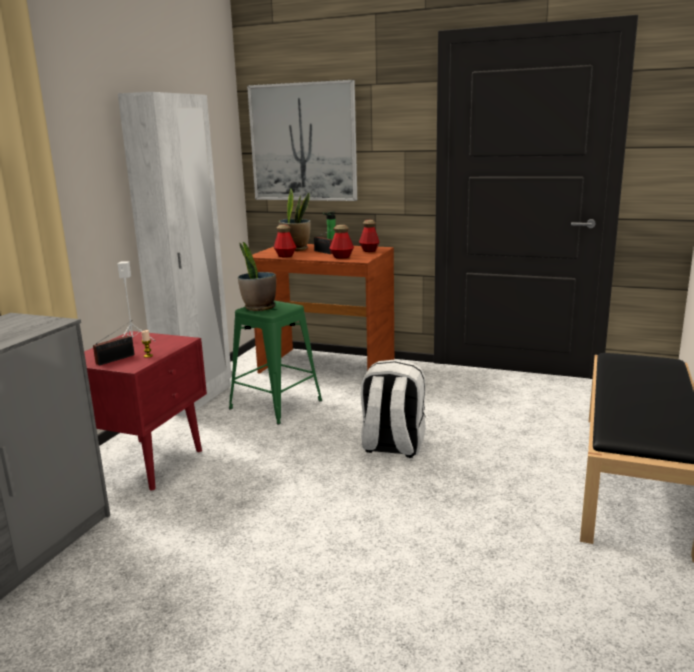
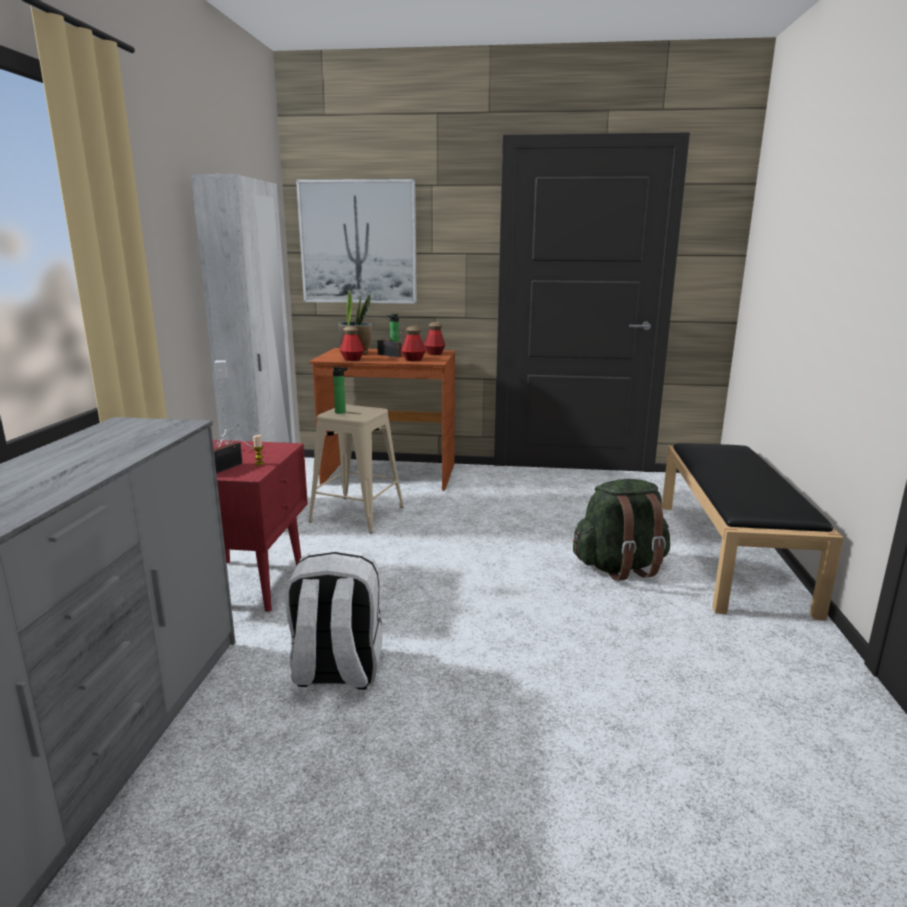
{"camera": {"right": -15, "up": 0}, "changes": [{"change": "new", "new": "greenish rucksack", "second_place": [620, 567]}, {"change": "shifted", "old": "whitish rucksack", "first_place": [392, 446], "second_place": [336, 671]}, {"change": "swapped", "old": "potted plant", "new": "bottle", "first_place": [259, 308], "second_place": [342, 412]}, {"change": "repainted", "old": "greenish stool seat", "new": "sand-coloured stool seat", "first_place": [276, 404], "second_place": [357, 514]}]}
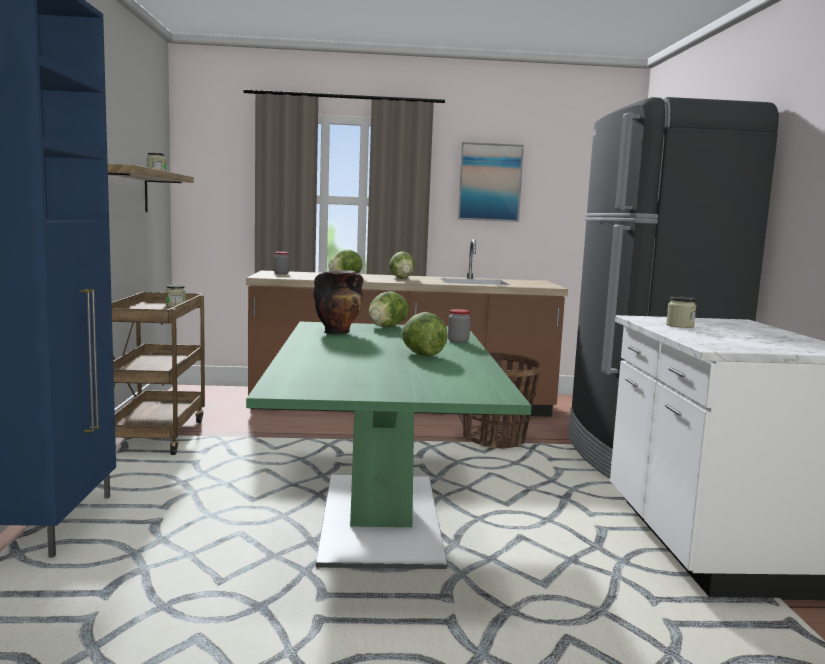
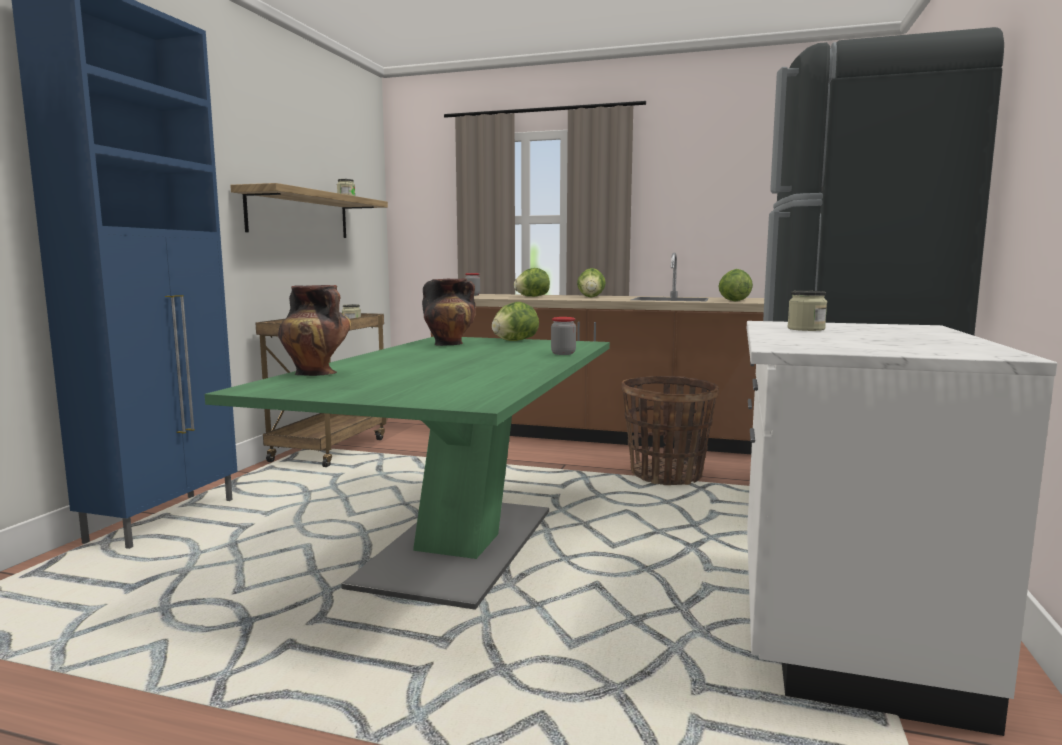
{"camera": {"right": 20, "up": 0}, "changes": [{"change": "gone", "old": "wall art", "first_place": [489, 182]}, {"change": "new", "new": "flower vase", "second_place": [318, 373]}, {"change": "shifted", "old": "lettuce head", "first_place": [422, 355], "second_place": [733, 301]}]}
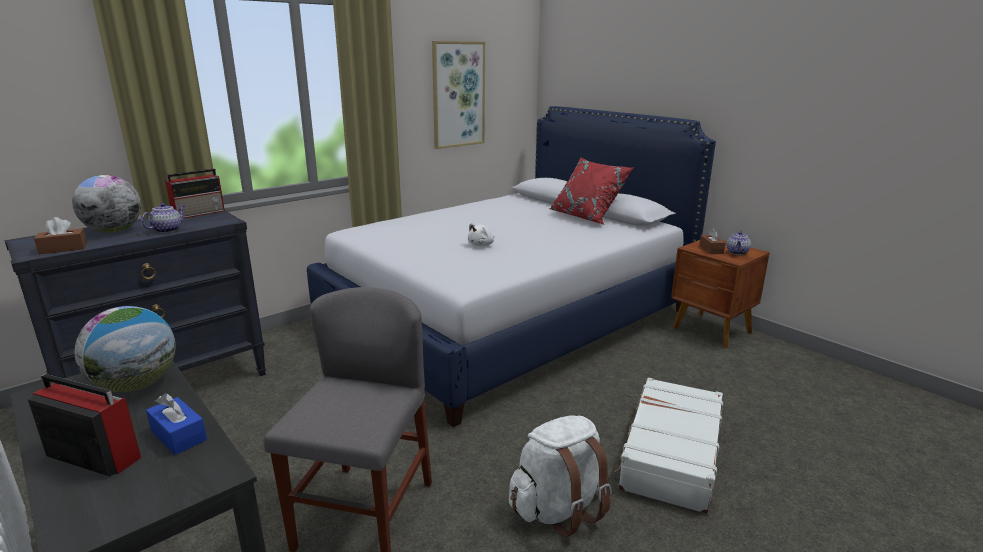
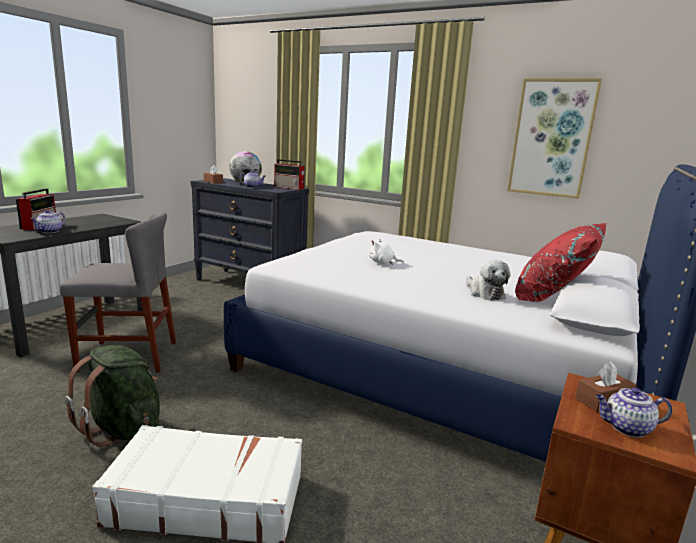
{"camera": {"right": 70, "up": -5}, "changes": [{"change": "gone", "old": "globe", "first_place": [136, 385]}, {"change": "new", "new": "cuddly toy", "second_place": [484, 293]}, {"change": "swapped", "old": "blue box of tissues", "new": "pot for tea", "first_place": [178, 435], "second_place": [49, 231]}, {"change": "repainted", "old": "whitish rucksack", "new": "greenish rucksack", "first_place": [559, 508], "second_place": [123, 429]}]}
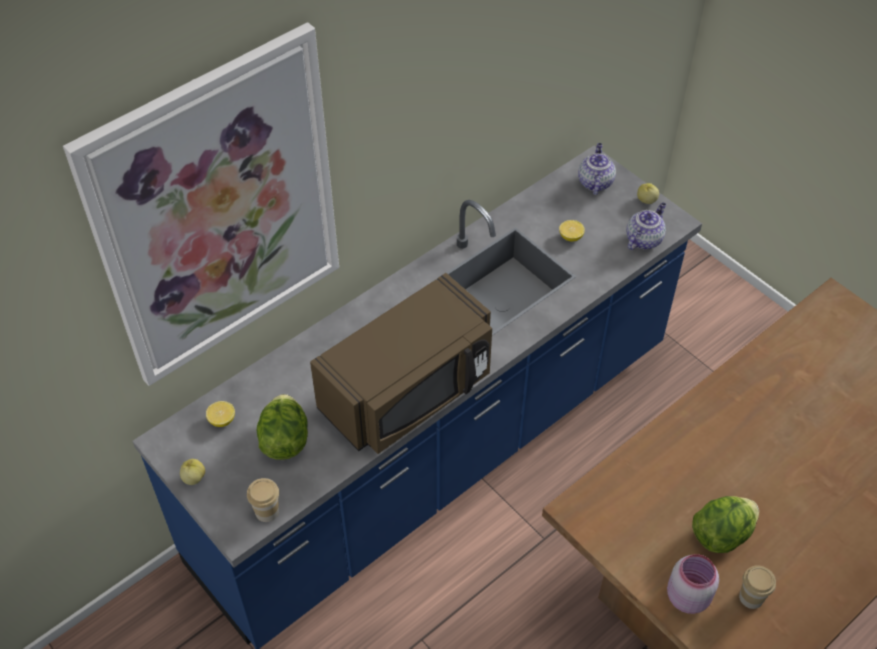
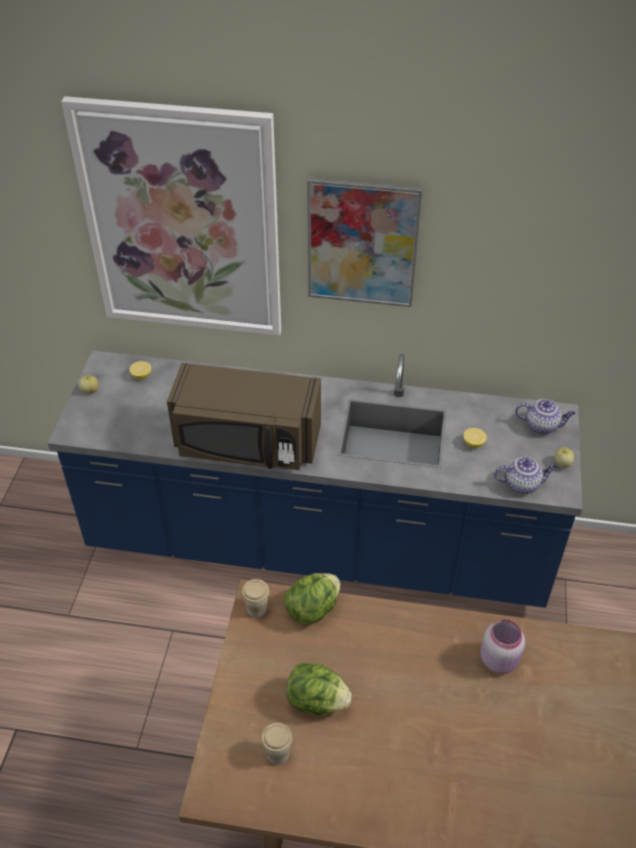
{"camera": {"right": 50, "up": -5}, "changes": [{"change": "new", "new": "wall art", "second_place": [362, 243]}, {"change": "shifted", "old": "small cup", "first_place": [267, 511], "second_place": [257, 608]}, {"change": "shifted", "old": "lettuce head", "first_place": [284, 440], "second_place": [312, 609]}, {"change": "shifted", "old": "pink jar", "first_place": [687, 595], "second_place": [499, 659]}, {"change": "rotated", "old": "pot for tea", "first_place": [594, 182], "second_place": [542, 425], "degrees": 45}]}
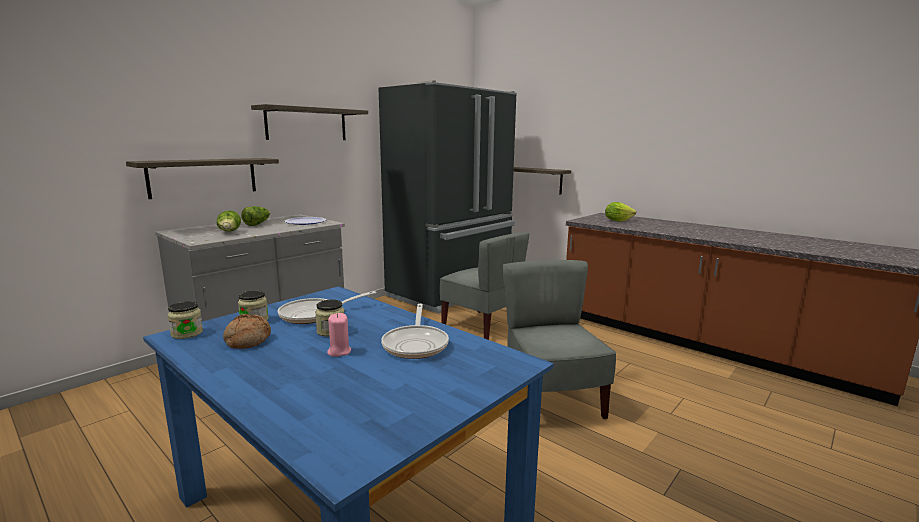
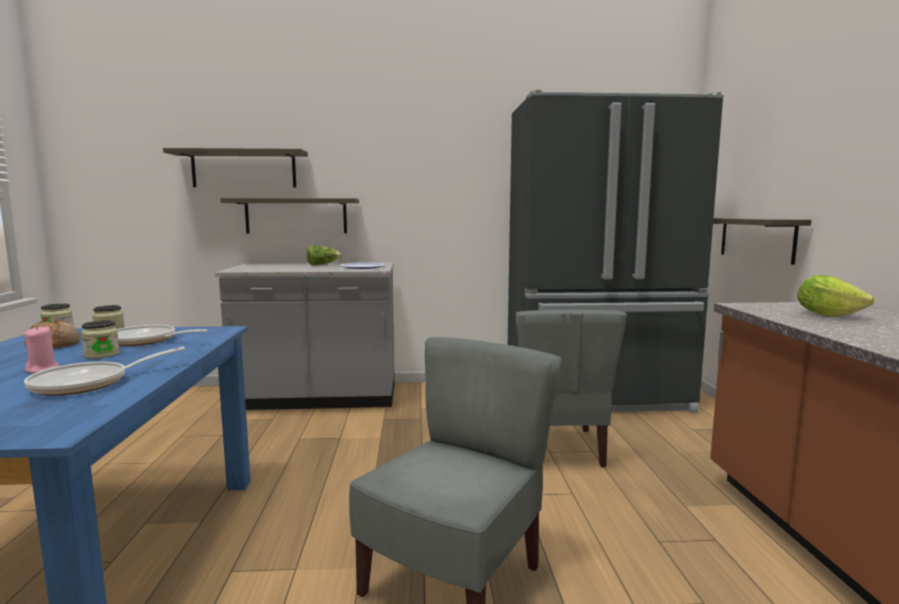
{"camera": {"right": 45, "up": -5}, "changes": [{"change": "gone", "old": "lettuce head", "first_place": [230, 232]}, {"change": "shifted", "old": "wall shelf", "first_place": [307, 124], "second_place": [244, 169]}]}
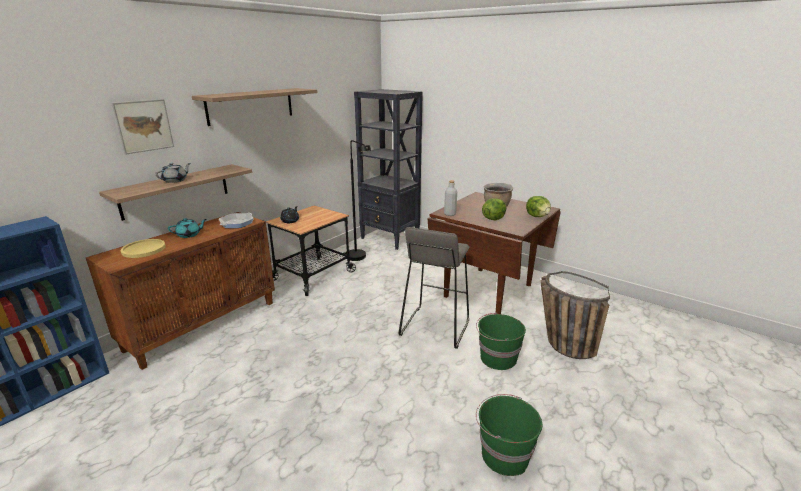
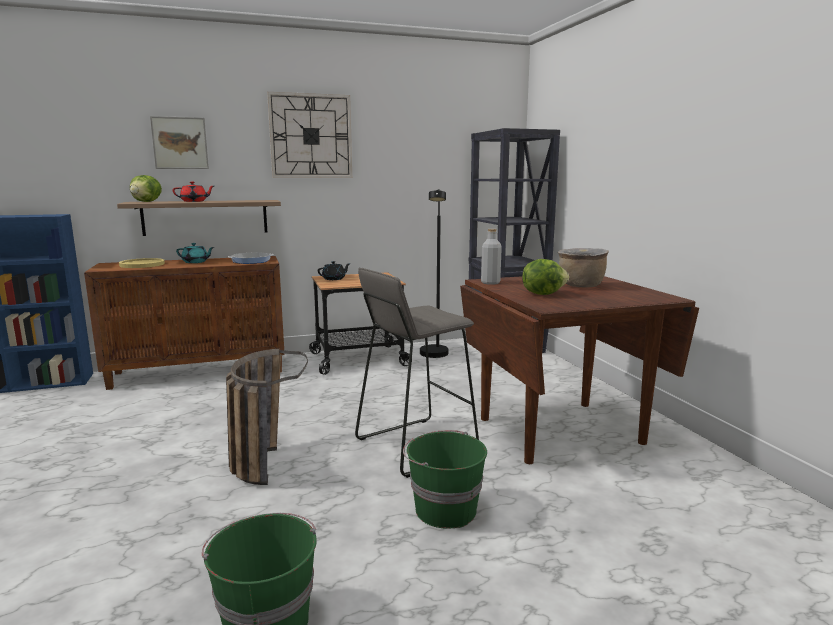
{"camera": {"right": 35, "up": -10}, "changes": [{"change": "shifted", "old": "lettuce head", "first_place": [537, 216], "second_place": [147, 202]}, {"change": "shifted", "old": "basket", "first_place": [560, 343], "second_place": [262, 459]}, {"change": "swapped", "old": "wall shelf", "new": "hanging clock", "first_place": [251, 106], "second_place": [311, 136]}, {"change": "repainted", "old": "grey pot for tea", "new": "red pot for tea", "first_place": [175, 180], "second_place": [194, 201]}]}
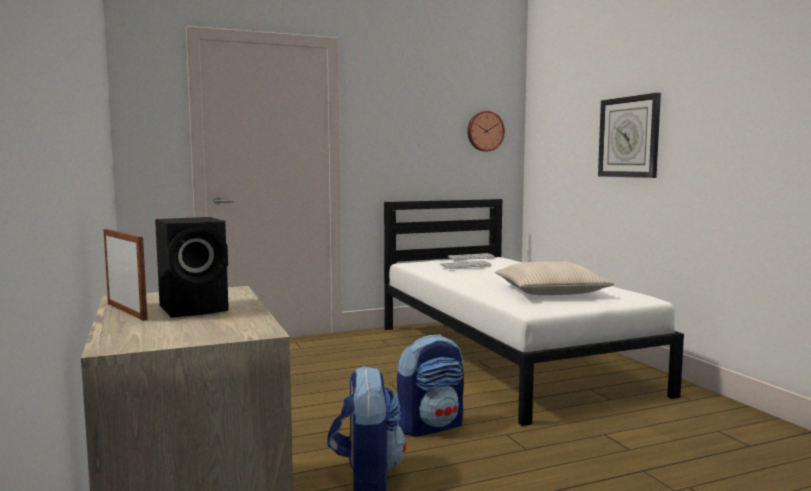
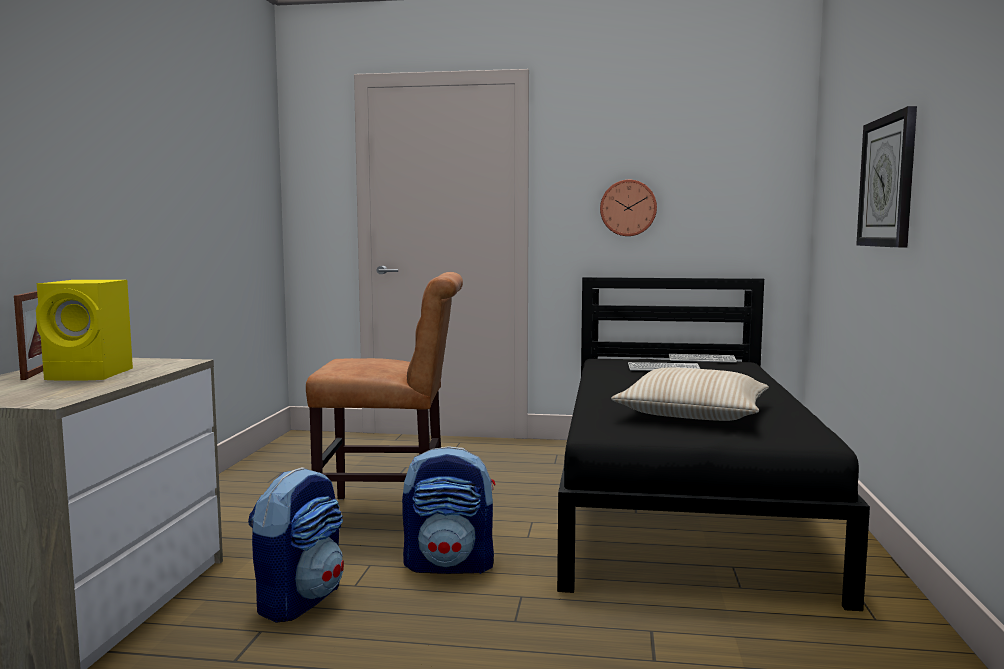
{"camera": {"right": 30, "up": 0}, "changes": [{"change": "new", "new": "brown-coloured plain chair", "second_place": [392, 516]}, {"change": "shifted", "old": "hanging clock", "first_place": [485, 131], "second_place": [628, 208]}, {"change": "repainted", "old": "black loudspeaker", "new": "yellow-coloured loudspeaker", "first_place": [196, 308], "second_place": [92, 375]}, {"change": "repainted", "old": "whitish sleeping bed", "new": "black sleeping bed", "first_place": [507, 357], "second_place": [682, 502]}]}
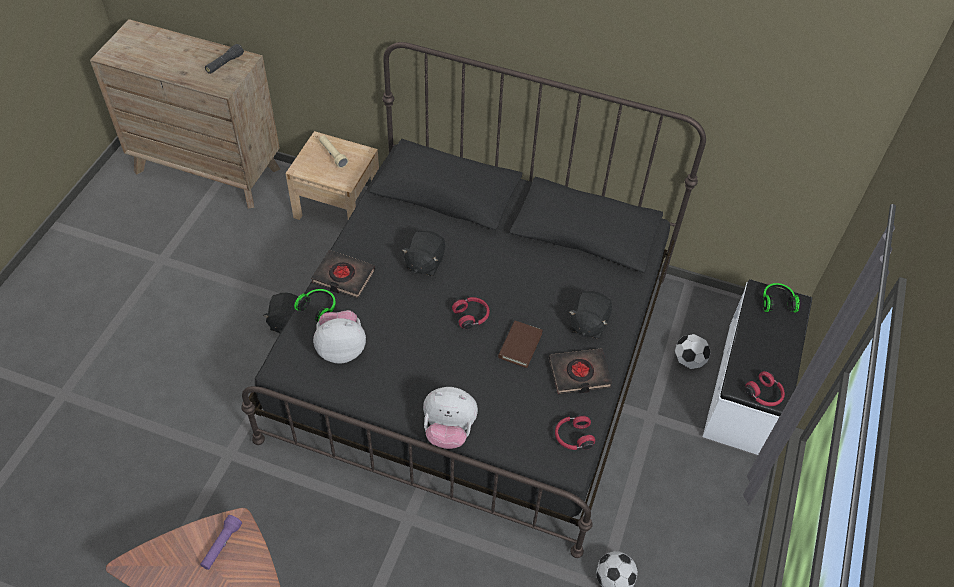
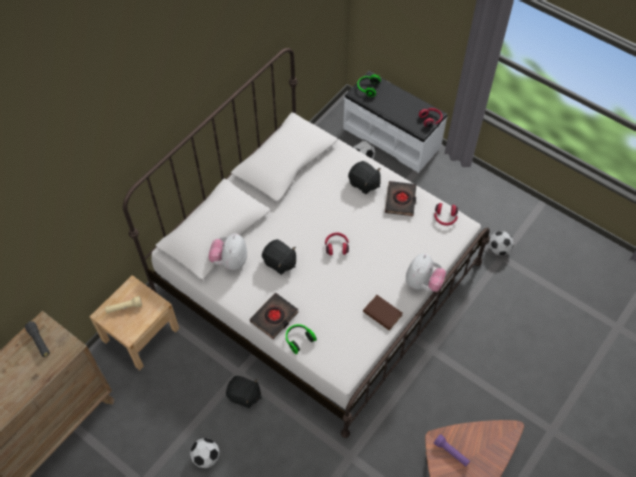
{"camera": {"right": -70, "up": 5}, "changes": [{"change": "new", "new": "ball for football", "second_place": [206, 457]}, {"change": "shifted", "old": "cuddly toy", "first_place": [341, 349], "second_place": [230, 261]}, {"change": "shifted", "old": "brown-coloured bound book", "first_place": [520, 345], "second_place": [382, 313]}, {"change": "repainted", "old": "black sleeping bed", "new": "whitish sleeping bed", "first_place": [473, 354], "second_place": [317, 278]}]}
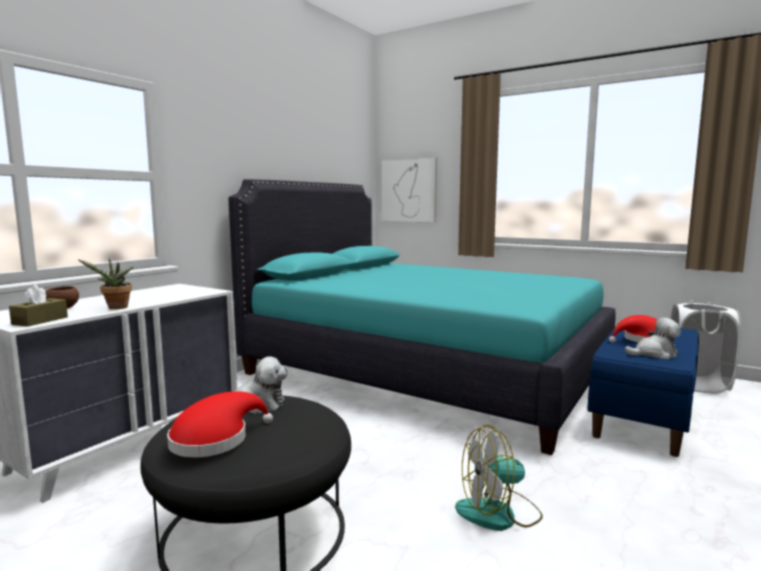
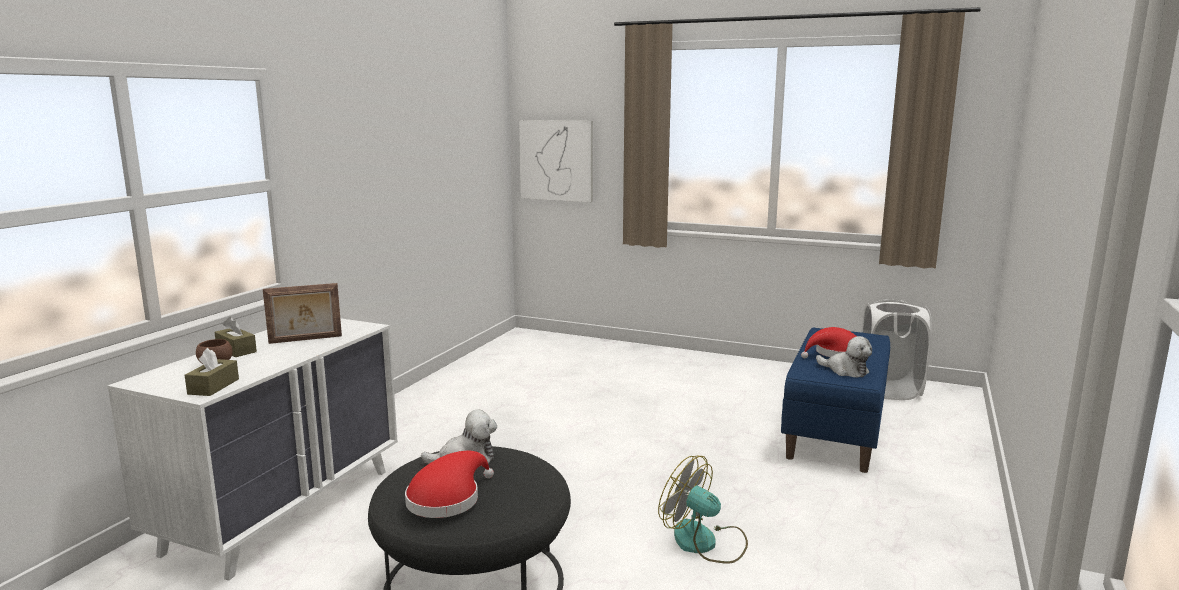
{"camera": {"right": -10, "up": 5}, "changes": [{"change": "gone", "old": "potted plant", "first_place": [116, 308]}, {"change": "gone", "old": "turquoise-coloured sleeping bed", "first_place": [426, 371]}, {"change": "new", "new": "brown-coloured box of tissues", "second_place": [236, 350]}, {"change": "new", "new": "photo frame", "second_place": [305, 340]}, {"change": "rotated", "old": "cooling fan", "first_place": [499, 513], "second_place": [704, 543], "degrees": 60}, {"change": "rotated", "old": "cuddly toy", "first_place": [654, 354], "second_place": [845, 370], "degrees": 60}]}
